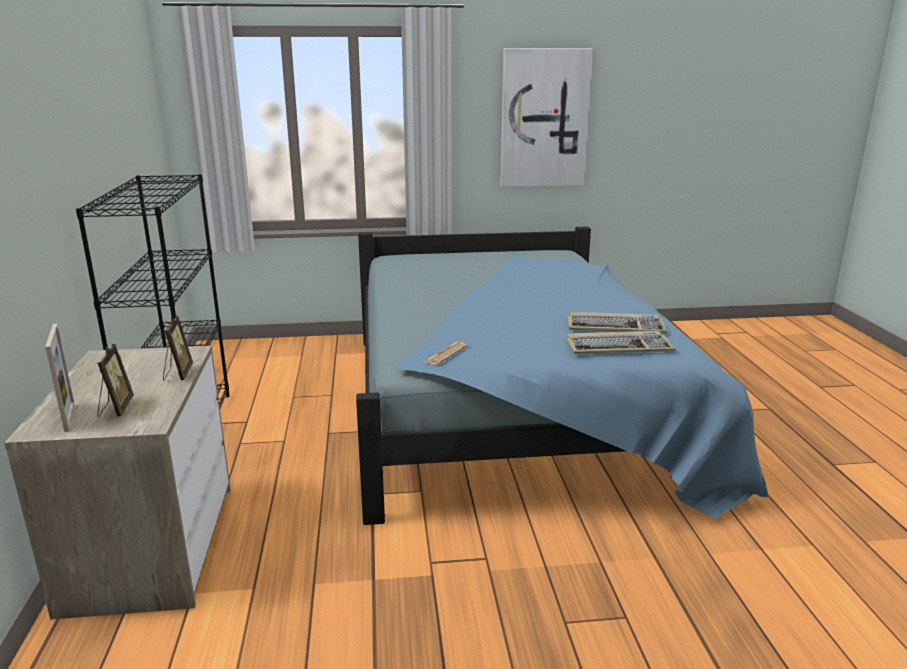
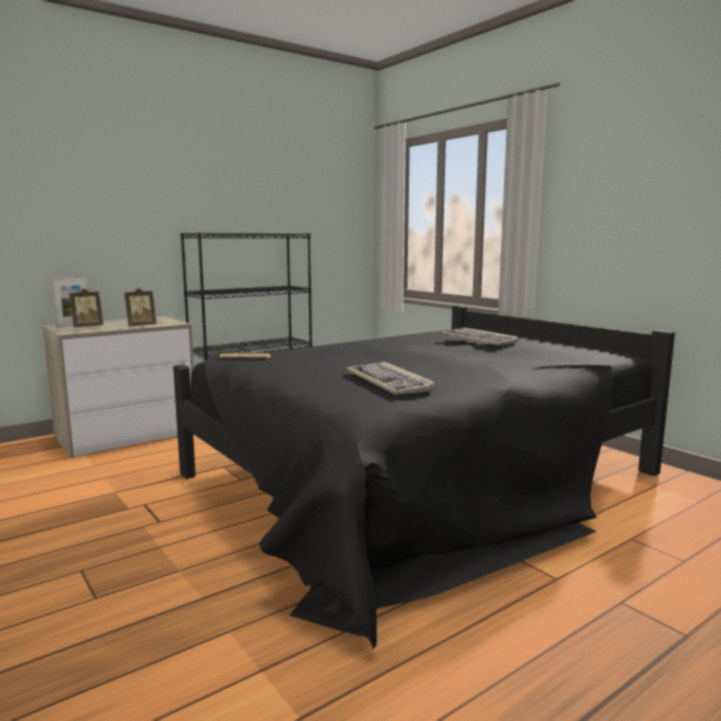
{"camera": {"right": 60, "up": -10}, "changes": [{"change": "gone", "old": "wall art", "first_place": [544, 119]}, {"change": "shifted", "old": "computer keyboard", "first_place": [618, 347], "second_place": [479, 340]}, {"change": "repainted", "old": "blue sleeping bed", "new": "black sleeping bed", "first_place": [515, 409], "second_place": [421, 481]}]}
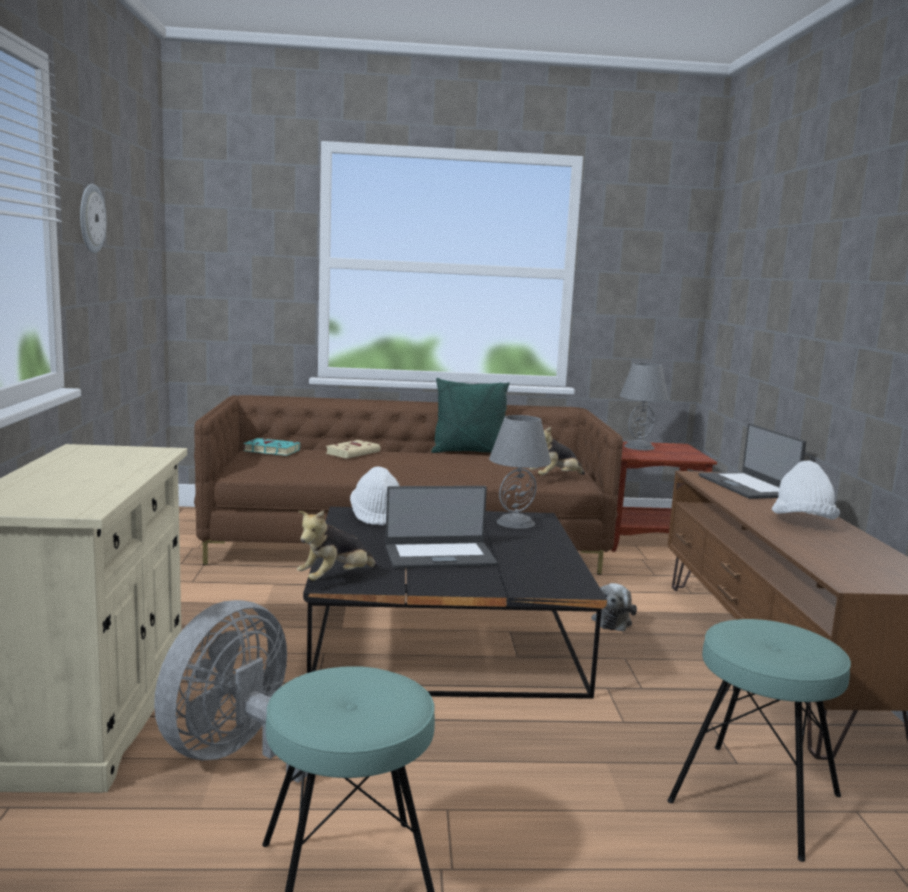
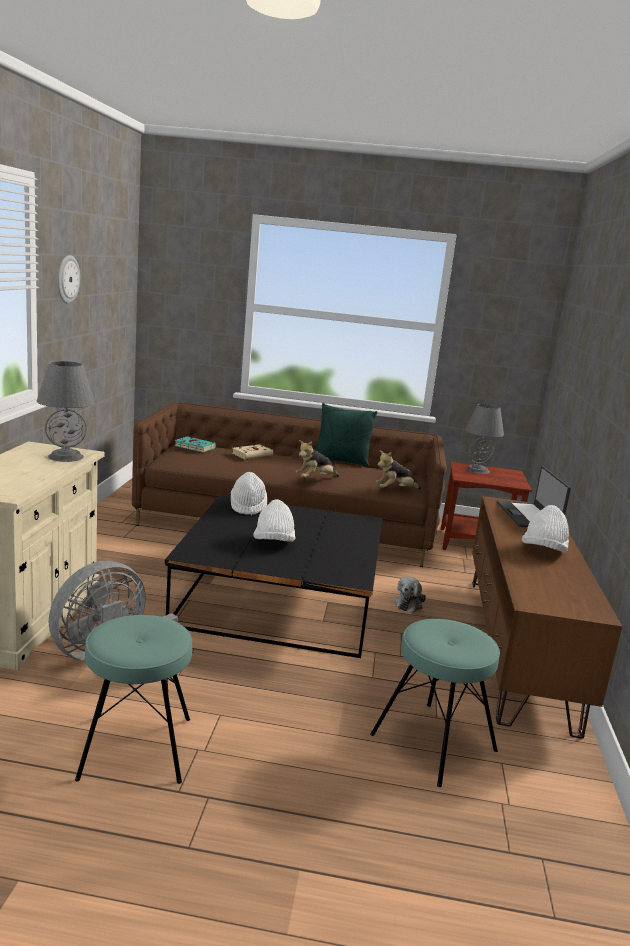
{"camera": {"right": 10, "up": 5}, "changes": [{"change": "shifted", "old": "cuddly toy", "first_place": [336, 579], "second_place": [315, 479]}, {"change": "shifted", "old": "grey tabletop lamp", "first_place": [515, 522], "second_place": [66, 456]}, {"change": "swapped", "old": "notebook computer", "new": "whitish wearable hat", "first_place": [439, 555], "second_place": [273, 543]}]}
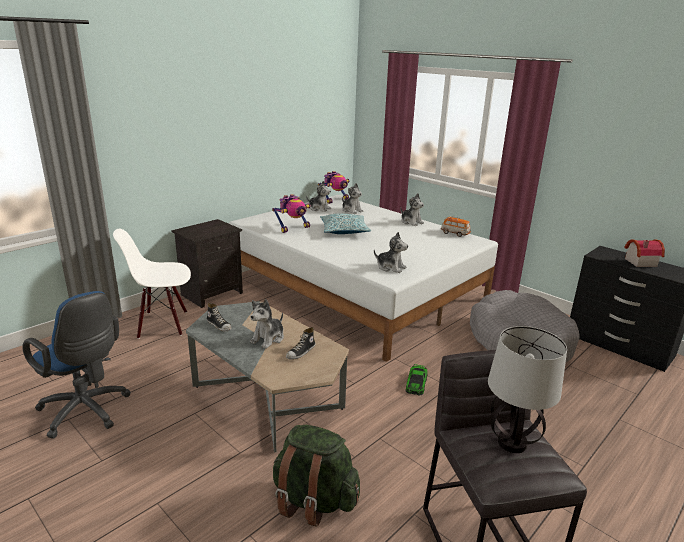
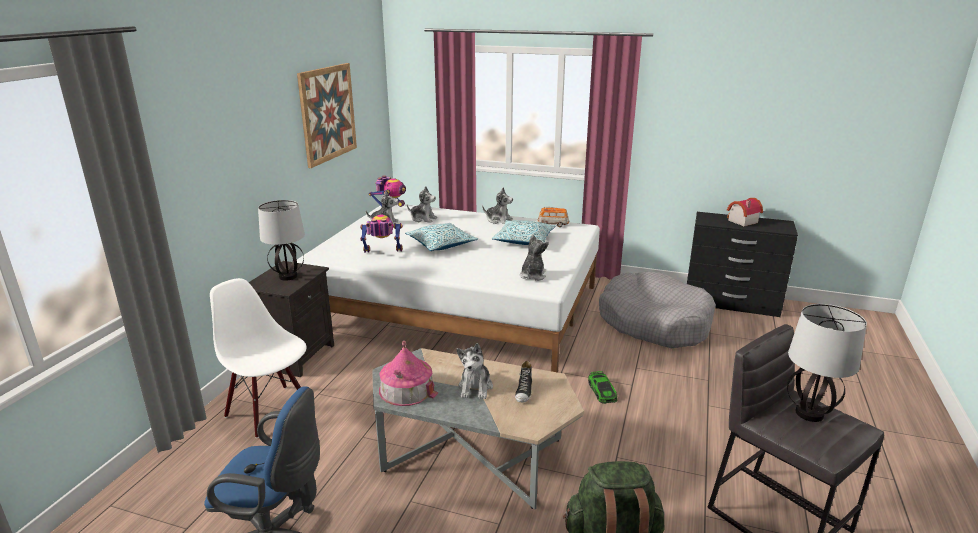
{"camera": {"right": -25, "up": 0}, "changes": [{"change": "new", "new": "tabletop lamp", "second_place": [288, 276]}, {"change": "new", "new": "wall art", "second_place": [327, 113]}, {"change": "new", "new": "throw pillow", "second_place": [523, 240]}, {"change": "swapped", "old": "low shoe", "new": "miniature house", "first_place": [219, 325], "second_place": [407, 389]}, {"change": "rotated", "old": "whitish plain chair", "first_place": [163, 324], "second_place": [269, 411], "degrees": 75}, {"change": "rotated", "old": "model robot", "first_place": [293, 228], "second_place": [382, 253], "degrees": -120}, {"change": "rotated", "old": "cuddly toy", "first_place": [390, 267], "second_place": [532, 275], "degrees": -75}]}
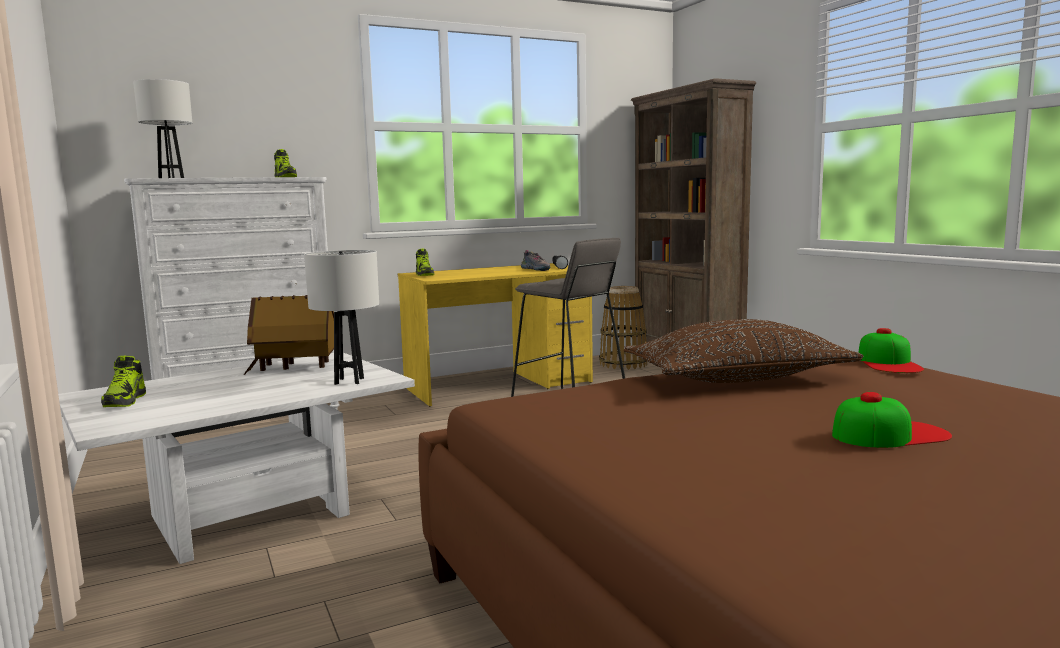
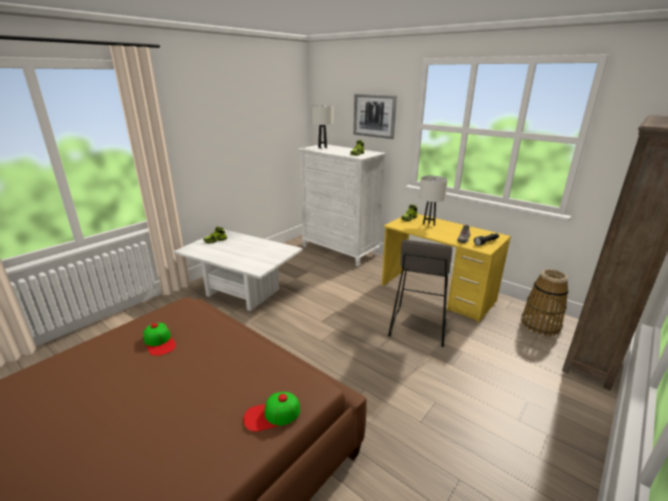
{"camera": {"right": 65, "up": 15}, "changes": [{"change": "gone", "old": "miniature house", "first_place": [295, 368]}, {"change": "gone", "old": "brown-coloured throw pillow", "first_place": [737, 379]}, {"change": "new", "new": "wall art", "second_place": [374, 116]}, {"change": "shifted", "old": "whitish tabletop lamp", "first_place": [349, 381], "second_place": [428, 225]}, {"change": "shifted", "old": "peaked cap", "first_place": [889, 434], "second_place": [160, 342]}]}
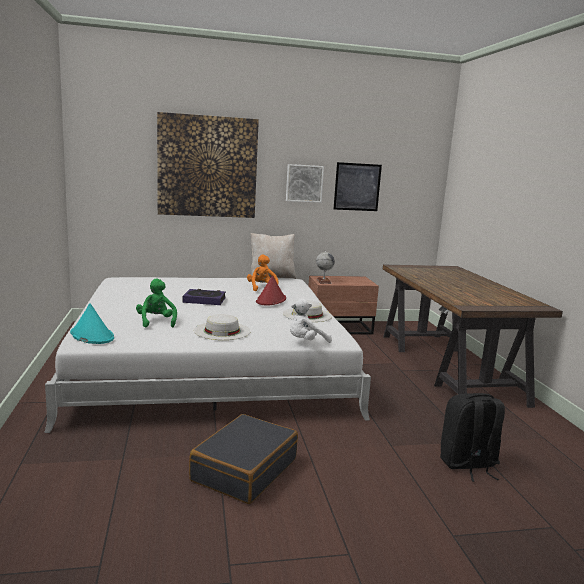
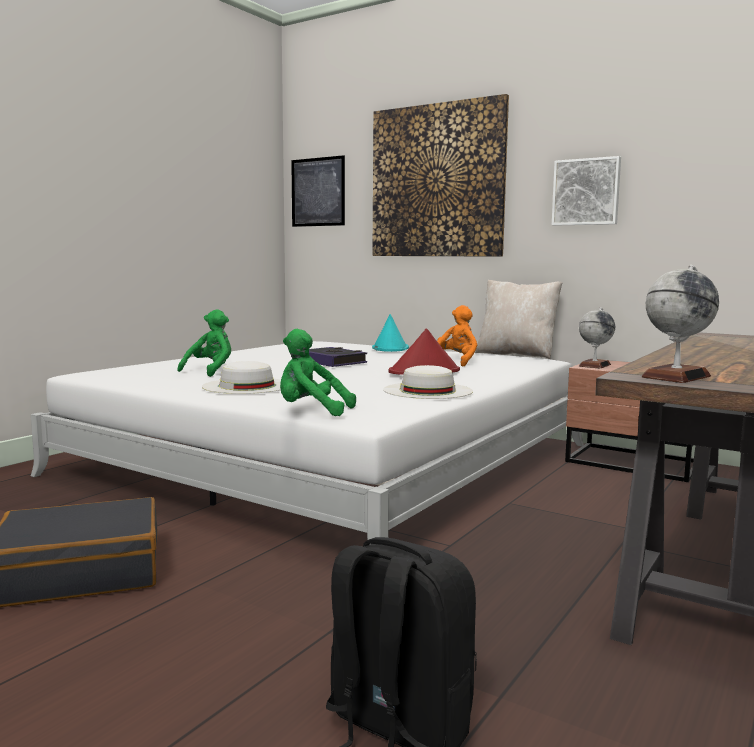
{"camera": {"right": 45, "up": -5}, "changes": [{"change": "new", "new": "globe", "second_place": [676, 376]}, {"change": "shifted", "old": "turquoise-coloured wearable hat", "first_place": [91, 335], "second_place": [390, 348]}, {"change": "shifted", "old": "wall art", "first_place": [357, 187], "second_place": [318, 192]}, {"change": "repainted", "old": "whitish cuddly toy", "new": "greenish cuddly toy", "first_place": [306, 342], "second_place": [311, 411]}]}
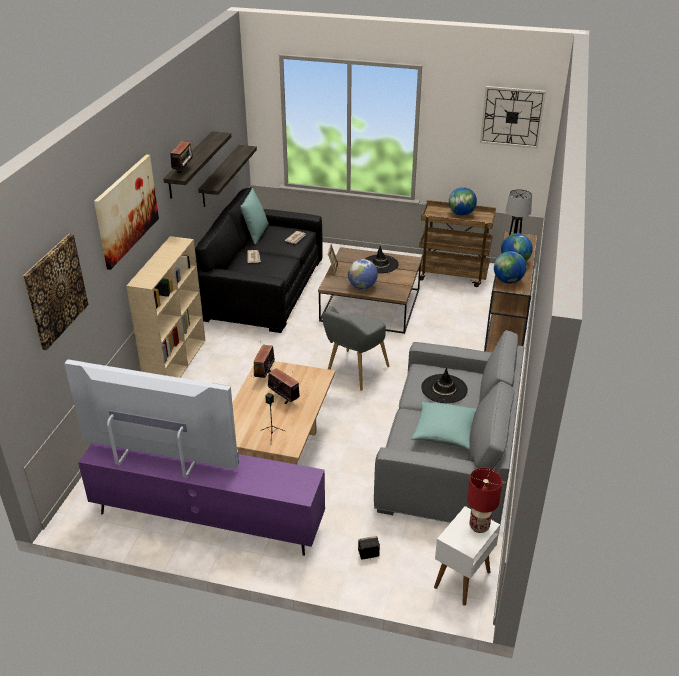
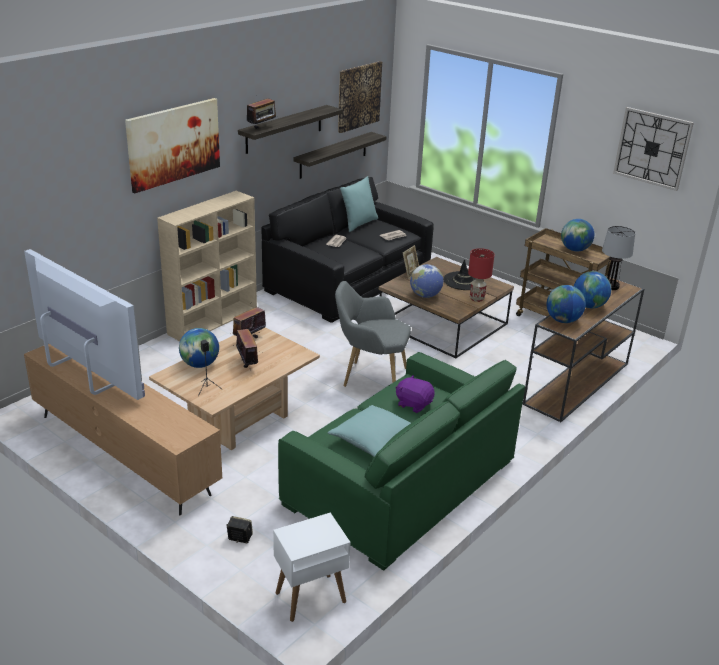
{"camera": {"right": 25, "up": -5}, "changes": [{"change": "new", "new": "globe", "second_place": [200, 364]}, {"change": "shifted", "old": "wall art", "first_place": [55, 290], "second_place": [358, 96]}, {"change": "shifted", "old": "red tabletop lamp", "first_place": [479, 526], "second_place": [477, 298]}, {"change": "swapped", "old": "black wearable hat", "new": "purple-coloured cuddly toy", "first_place": [444, 389], "second_place": [414, 404]}, {"change": "repainted", "old": "purple-coloured tv unit", "new": "brown-coloured tv unit", "first_place": [208, 520], "second_place": [124, 454]}, {"change": "repainted", "old": "grey couch", "new": "greenish couch", "first_place": [449, 456], "second_place": [400, 482]}, {"change": "rotated", "old": "grey armchair", "first_place": [353, 373], "second_place": [370, 377], "degrees": 45}]}
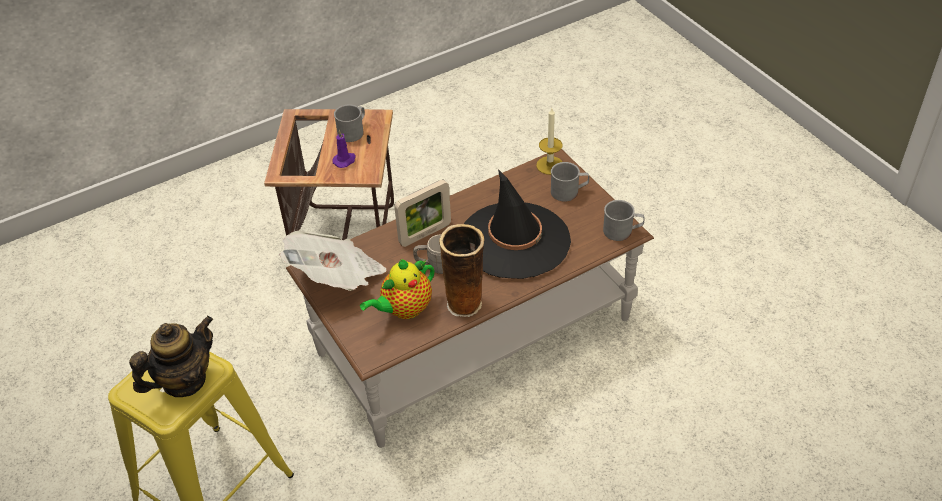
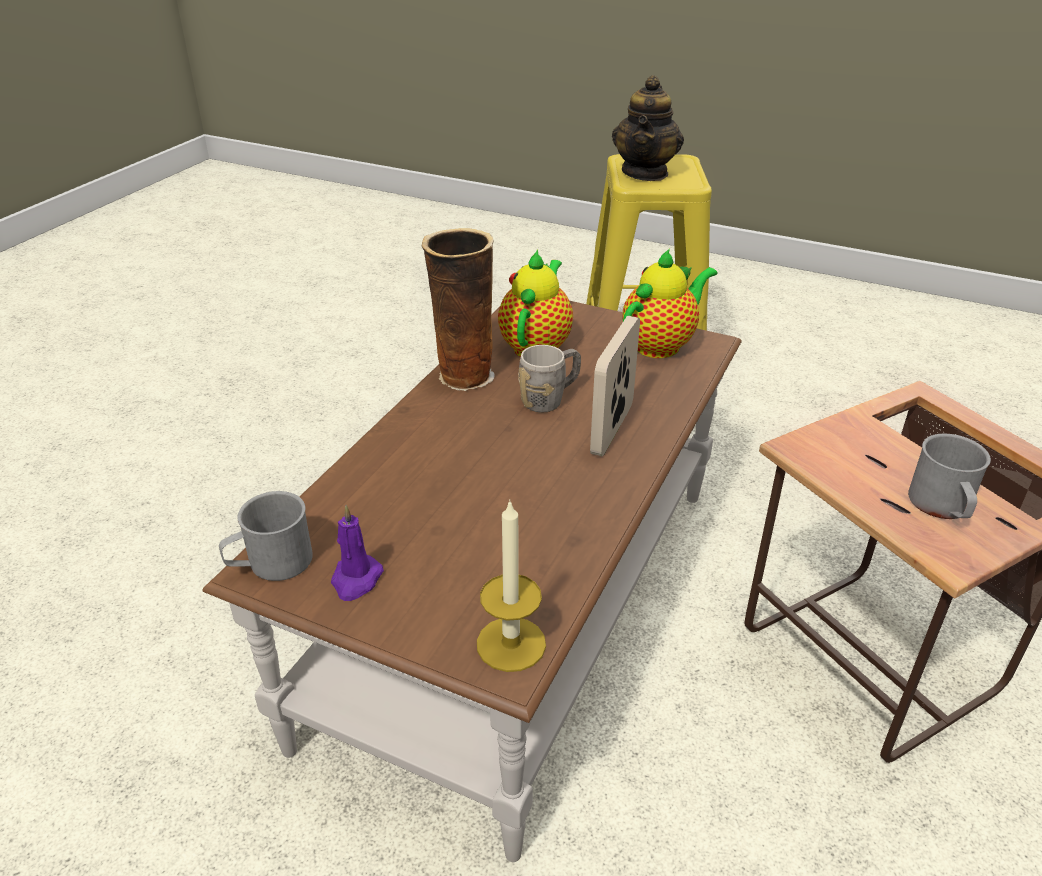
{"camera": {"right": 145, "up": -10}, "changes": [{"change": "gone", "old": "black wearable hat", "first_place": [514, 240]}, {"change": "gone", "old": "grey mug", "first_place": [569, 191]}, {"change": "shifted", "old": "purple-coloured candle", "first_place": [345, 160], "second_place": [356, 580]}, {"change": "swapped", "old": "newspaper", "new": "pot for tea", "first_place": [337, 277], "second_place": [661, 345]}]}
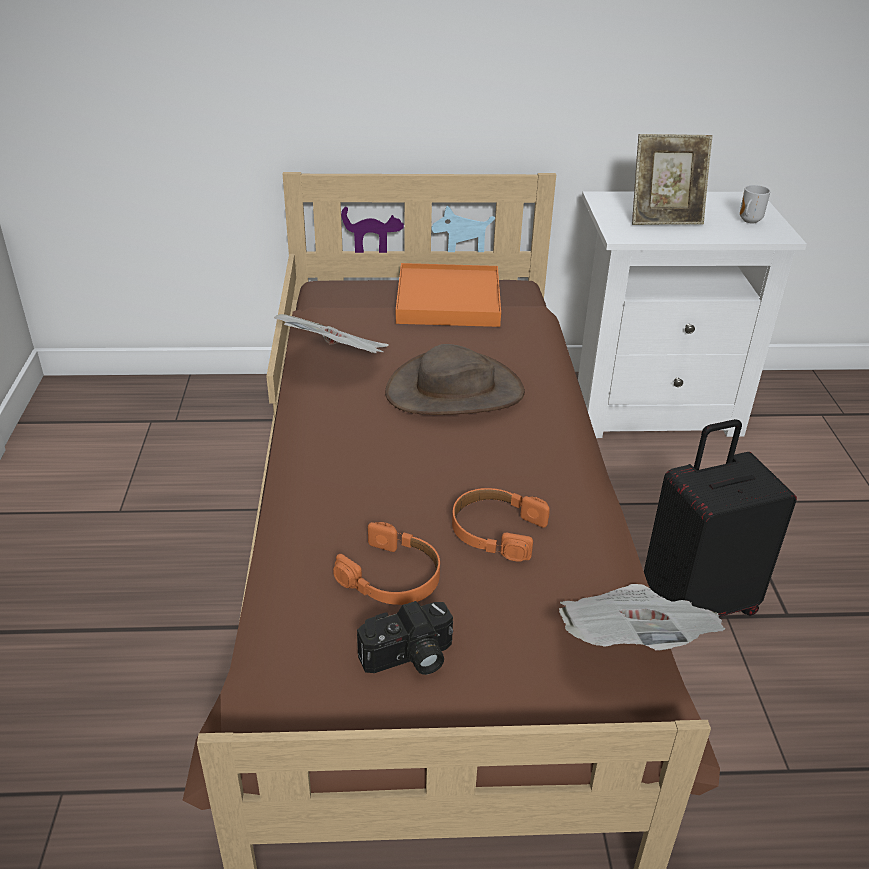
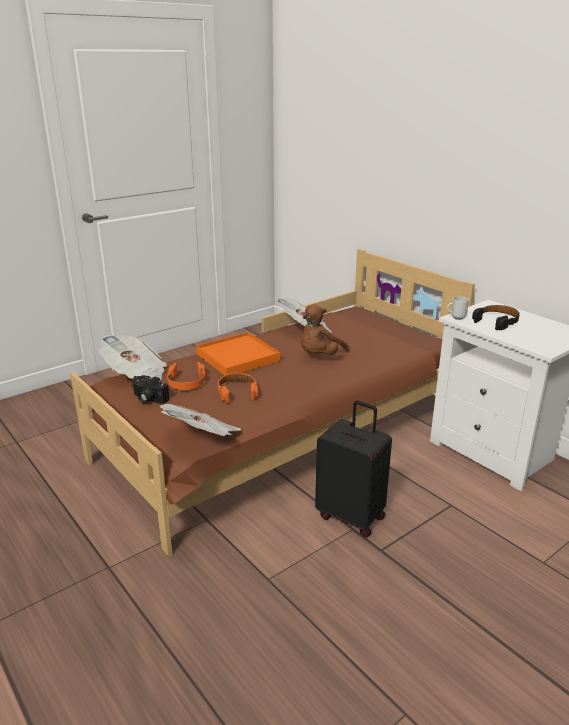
{"camera": {"right": 55, "up": -10}, "changes": [{"change": "new", "new": "newspaper", "second_place": [136, 374]}, {"change": "shifted", "old": "orange serving tray", "first_place": [448, 301], "second_place": [238, 357]}, {"change": "shifted", "old": "mug", "first_place": [748, 221], "second_place": [456, 317]}, {"change": "swapped", "old": "brown-coloured wearable hat", "new": "brown-coloured cuddly toy", "first_place": [455, 392], "second_place": [319, 355]}, {"change": "swapped", "old": "photo frame", "new": "black pair of headphones", "first_place": [664, 219], "second_place": [497, 321]}]}
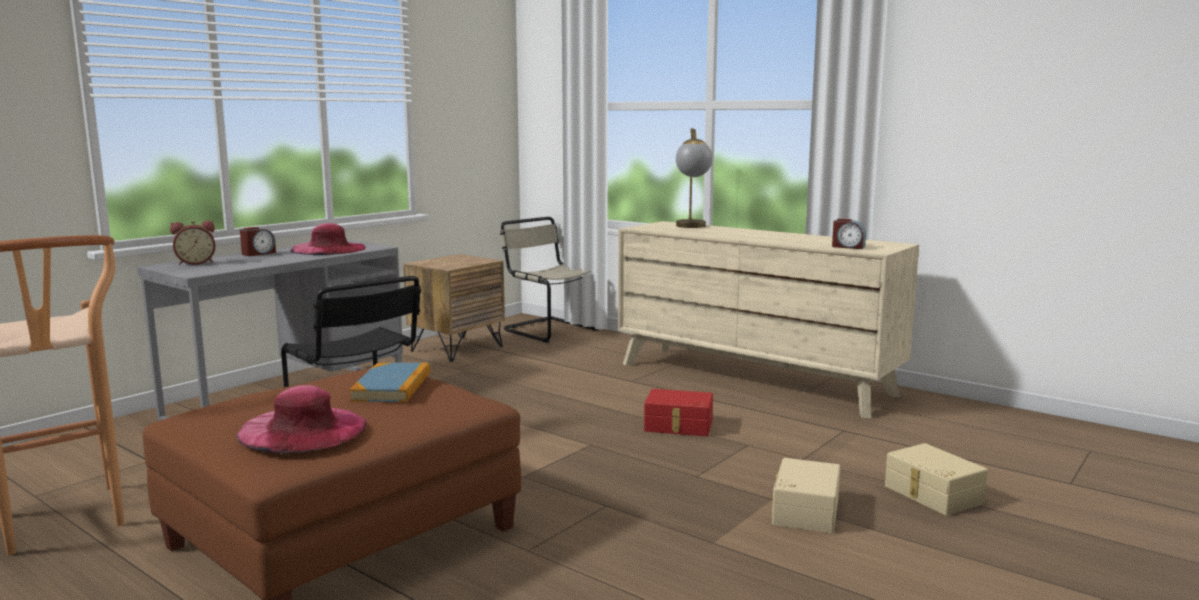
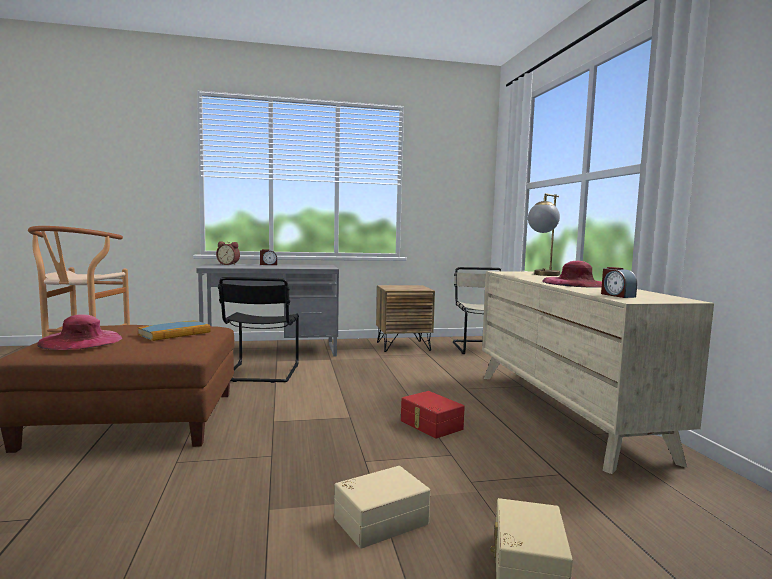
{"camera": {"right": 40, "up": -5}, "changes": [{"change": "shifted", "old": "pink wearable hat", "first_place": [328, 249], "second_place": [575, 283]}]}
